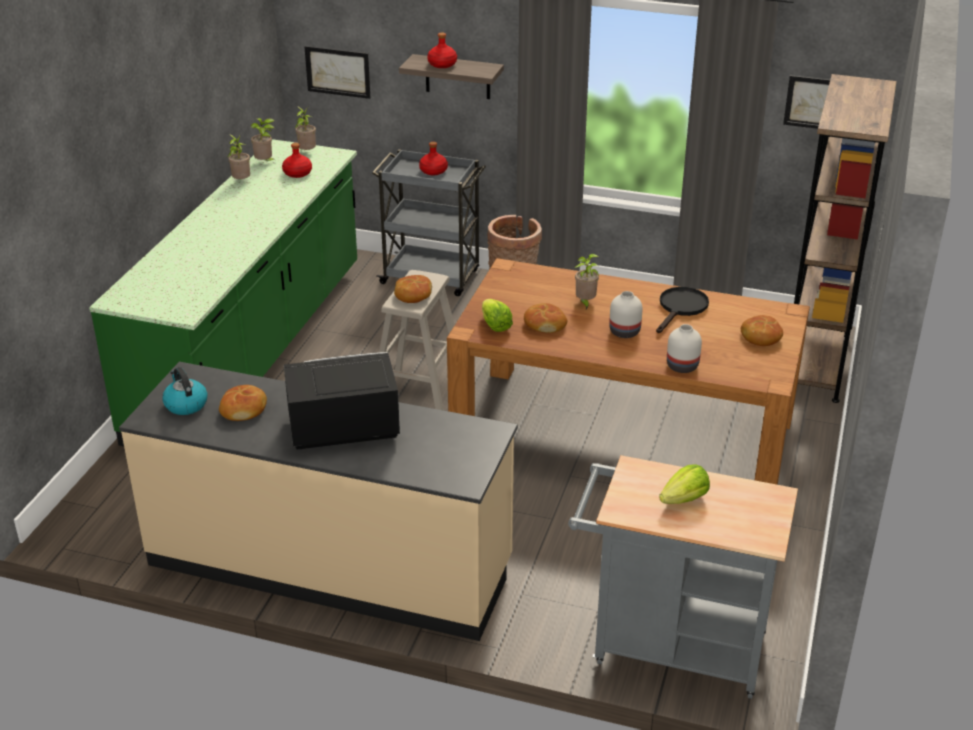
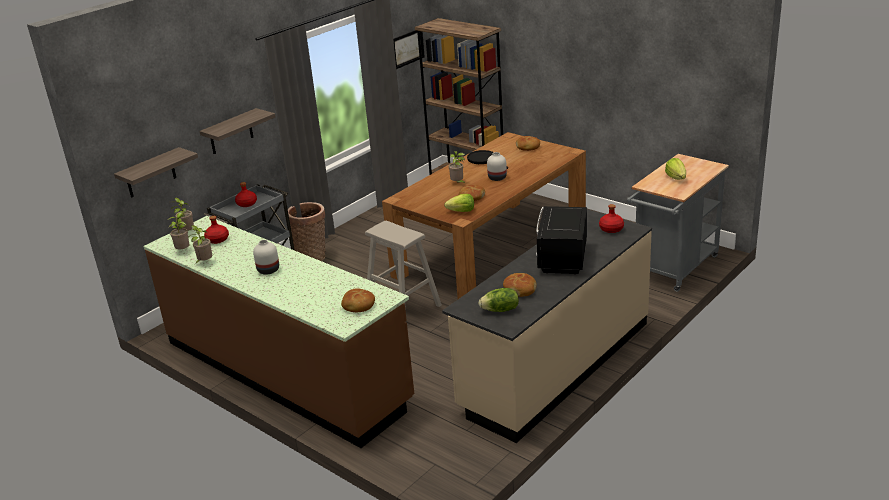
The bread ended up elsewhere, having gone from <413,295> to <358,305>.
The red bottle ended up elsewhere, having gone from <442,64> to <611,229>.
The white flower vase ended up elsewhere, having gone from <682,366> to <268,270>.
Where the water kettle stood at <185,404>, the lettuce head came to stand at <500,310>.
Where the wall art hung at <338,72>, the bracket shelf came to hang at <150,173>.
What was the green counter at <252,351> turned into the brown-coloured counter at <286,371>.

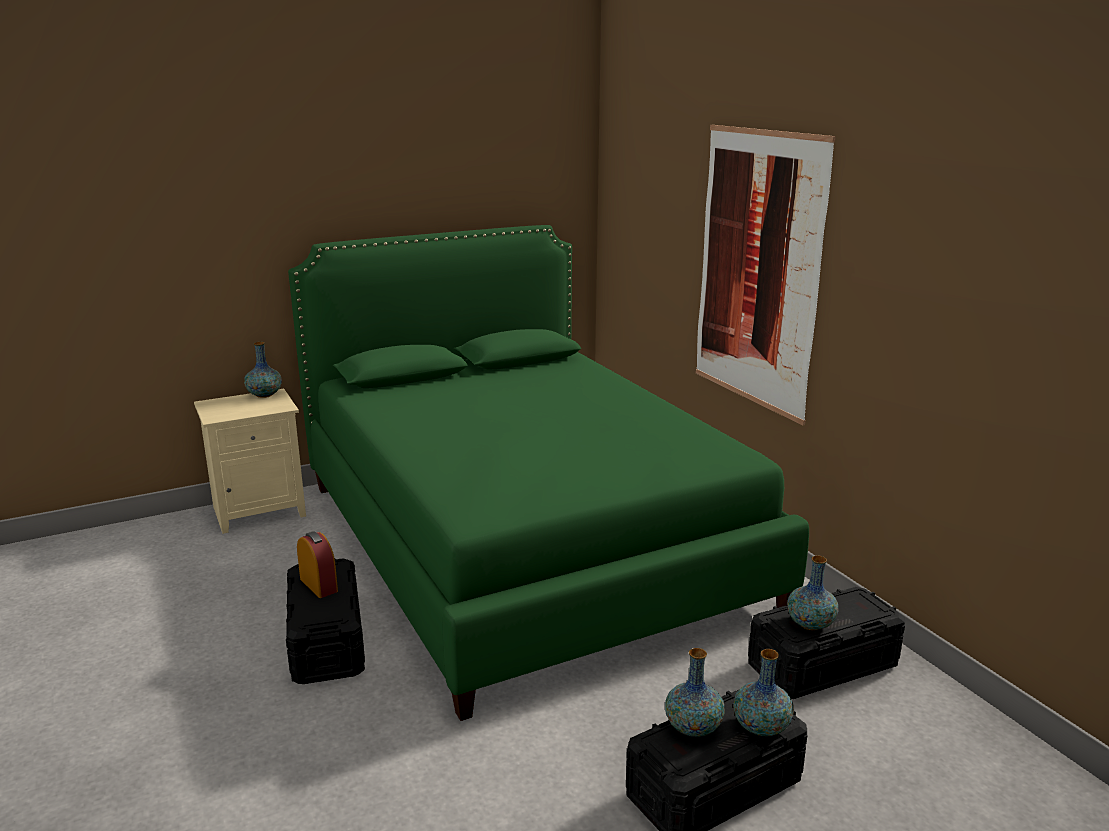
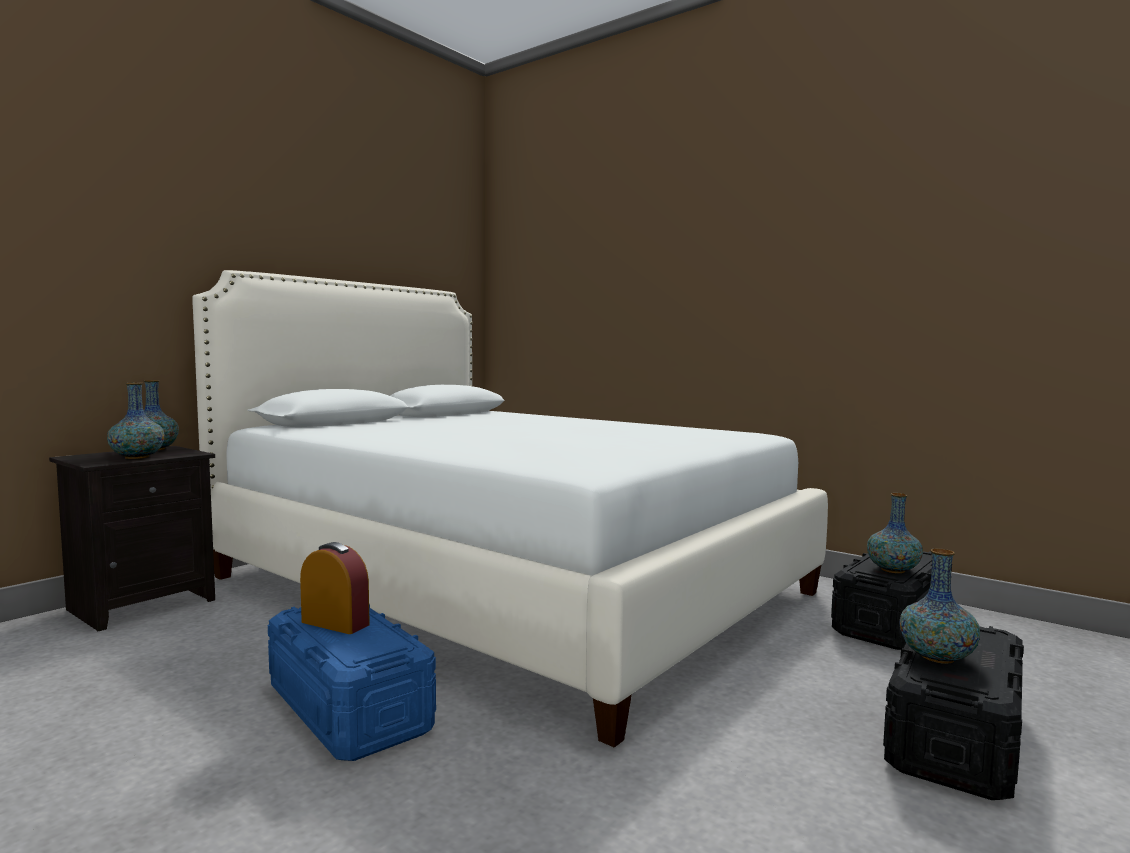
The second view lost the wall art at <757,270>.
The flower vase ended up elsewhere, having gone from <760,727> to <137,457>.
What was the beige-coloured bedside table at <260,510> turned into the blackish bedside table at <143,604>.
What was the blackish storage bin at <327,641> turned into the blue-coloured storage bin at <349,707>.
What was the green sleeping bed at <525,542> turned into the white sleeping bed at <506,584>.

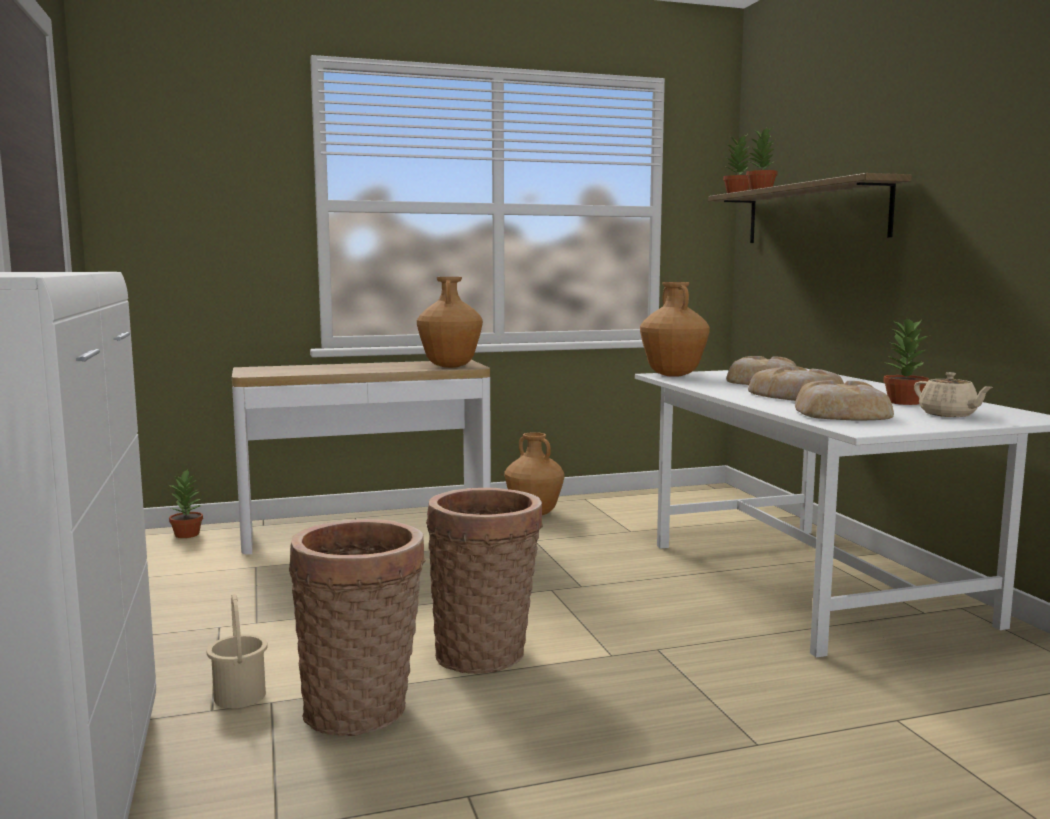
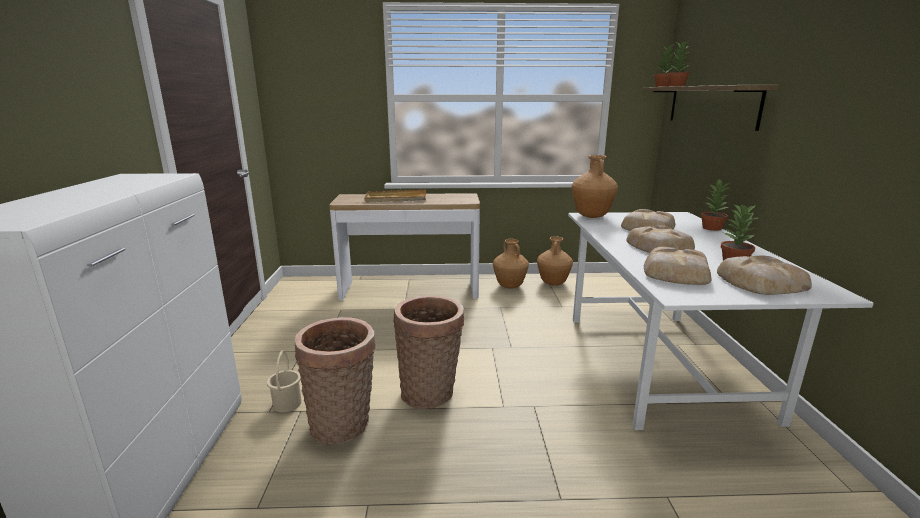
The second view gained the beige-coloured carrying tray at <396,199>.
The potted plant ended up elsewhere, having gone from <188,534> to <712,228>.
The brown-coloured flower vase ended up elsewhere, having gone from <450,366> to <553,283>.
Where the beige-coloured teapot stood at <949,415>, the bread came to stand at <758,282>.

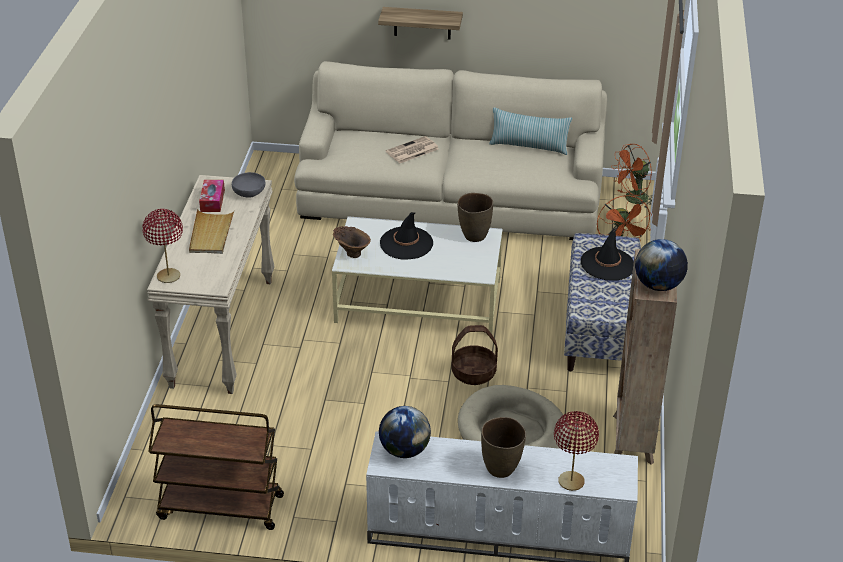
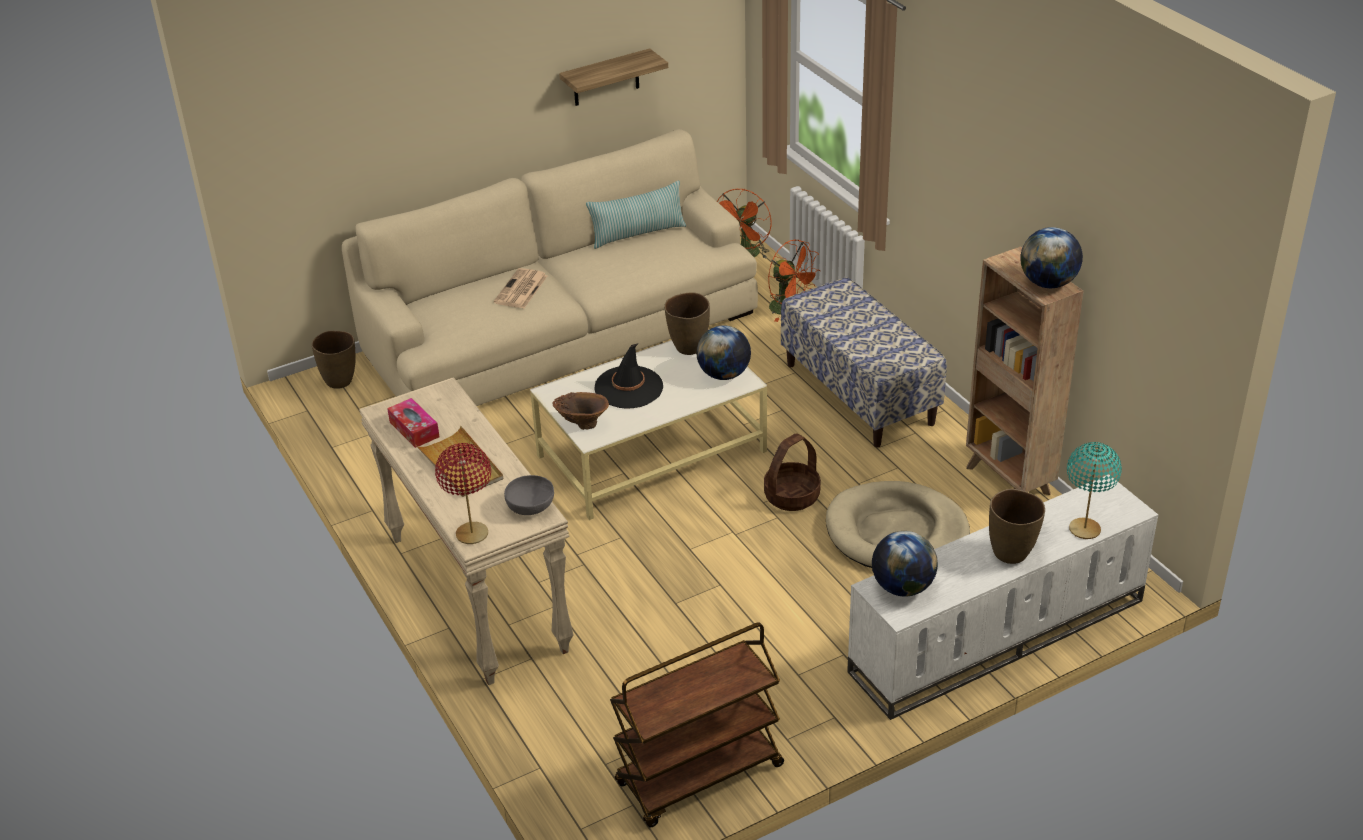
The second view lost the blackish clothing hat at <607,264>.
The second view gained the brown-coloured flower vase at <340,381>.
The second view gained the globe at <724,374>.
The gray deep dish ended up elsewhere, having gone from <249,193> to <530,506>.
The bracket shelf ended up elsewhere, having gone from <422,23> to <606,78>.
What was the red lamp for a table at <571,481> turned into the blue-green lamp for a table at <1084,529>.

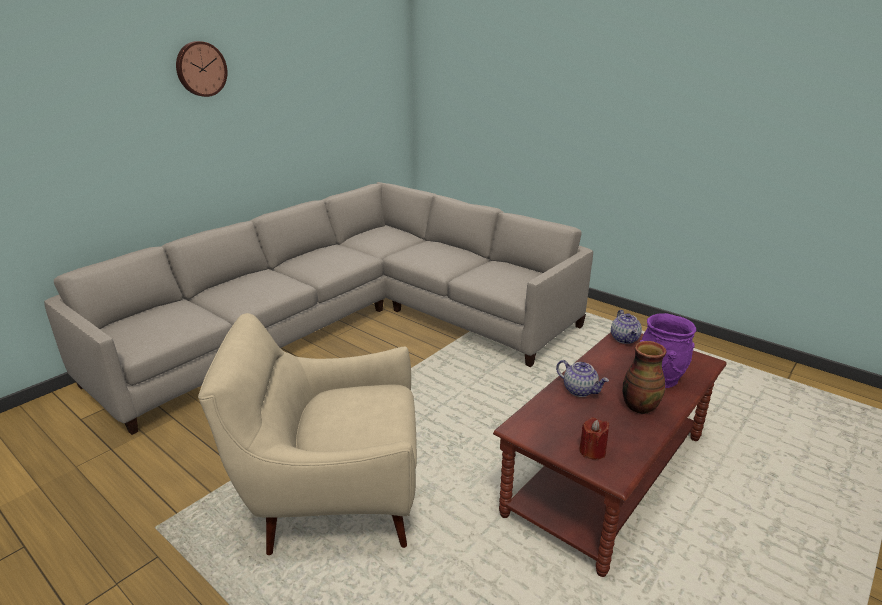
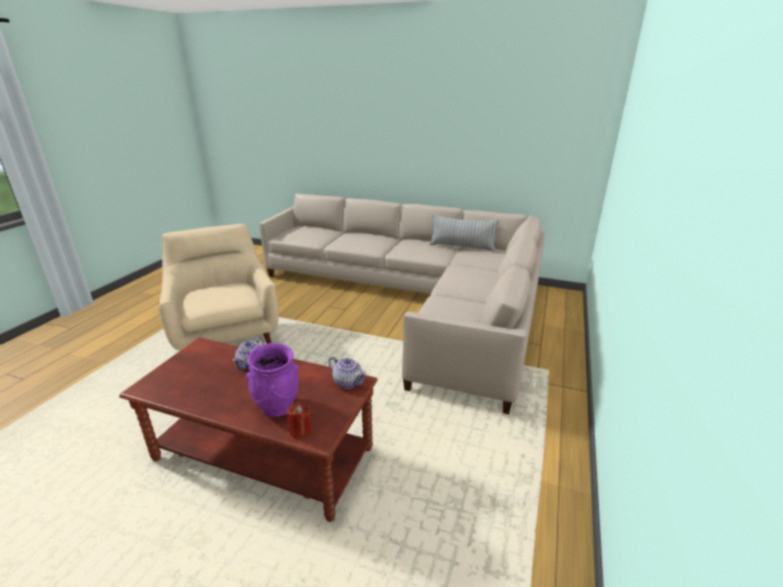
The second view lost the wall clock at <200,69>.
The second view lost the flower vase at <639,406>.
The second view gained the throw pillow at <462,246>.
The red wax candle ended up elsewhere, having gone from <592,451> to <300,430>.
The teapot at <625,339> ended up facing another way, 120 degrees counterclockwise from before.

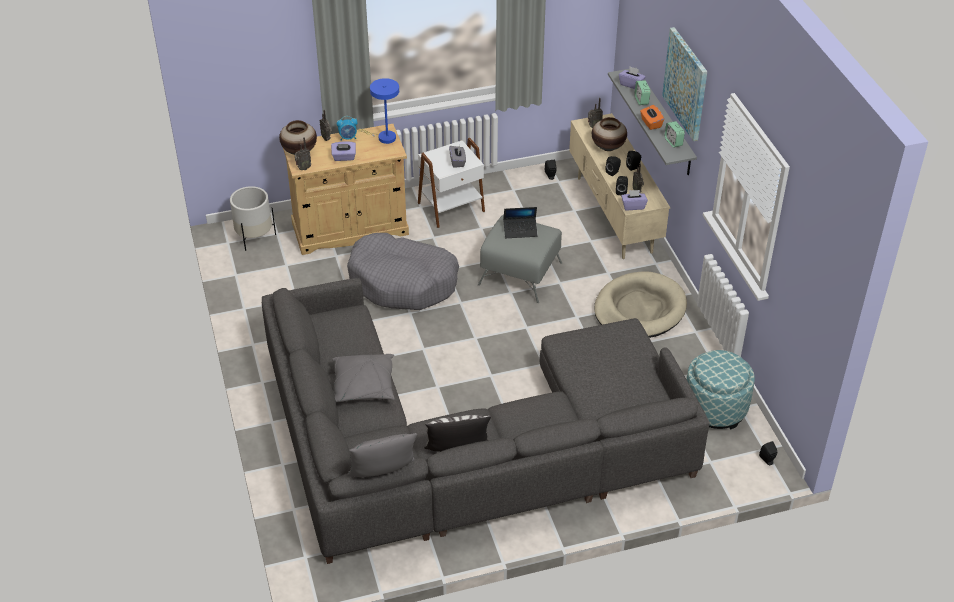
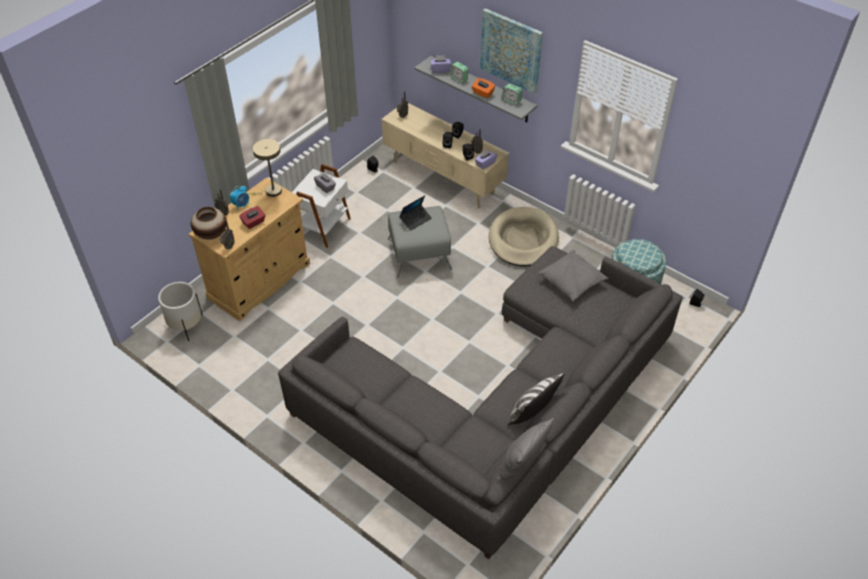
The second view lost the gray pet bed at <403,282>.
The second view lost the flower vase at <608,147>.
The gray throw pillow ended up elsewhere, having gone from <364,386> to <572,282>.
What was the purplish box of tissues at <344,157> turned into the red box of tissues at <254,222>.
What was the blue-coloured lamp for a table at <384,137> turned into the beige-coloured lamp for a table at <270,192>.

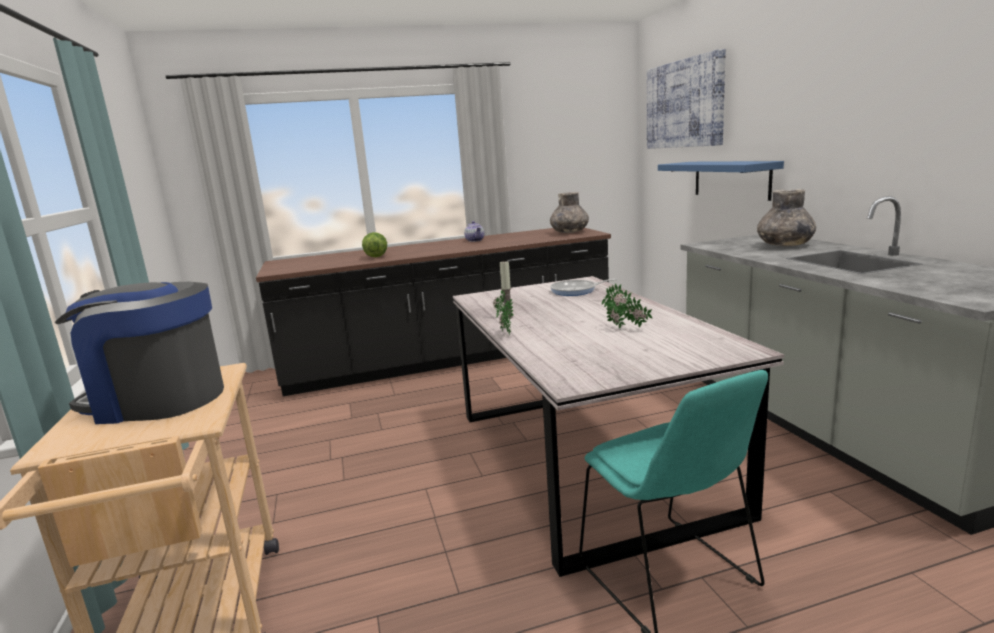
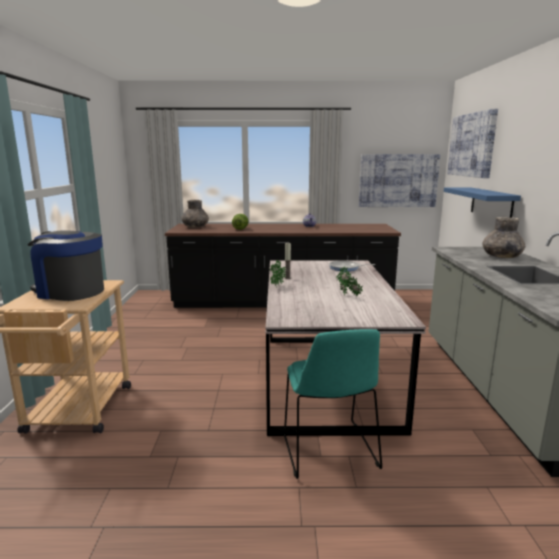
The second view gained the wall art at <398,180>.
The gray flower vase ended up elsewhere, having gone from <569,232> to <195,227>.

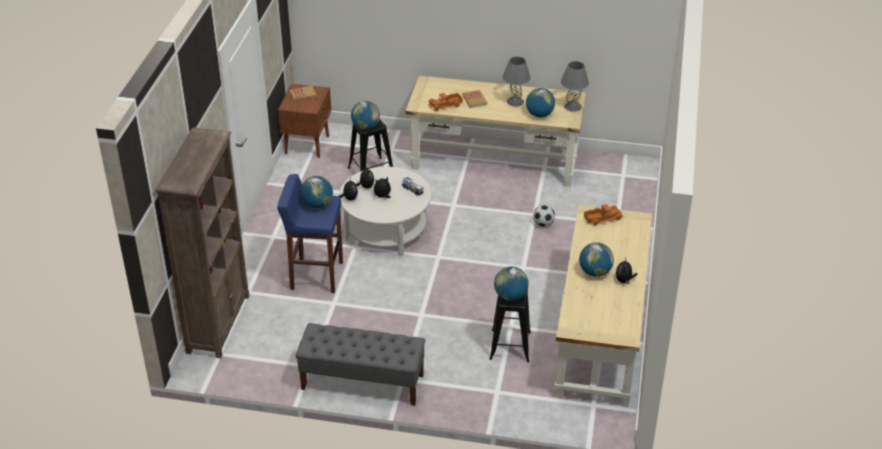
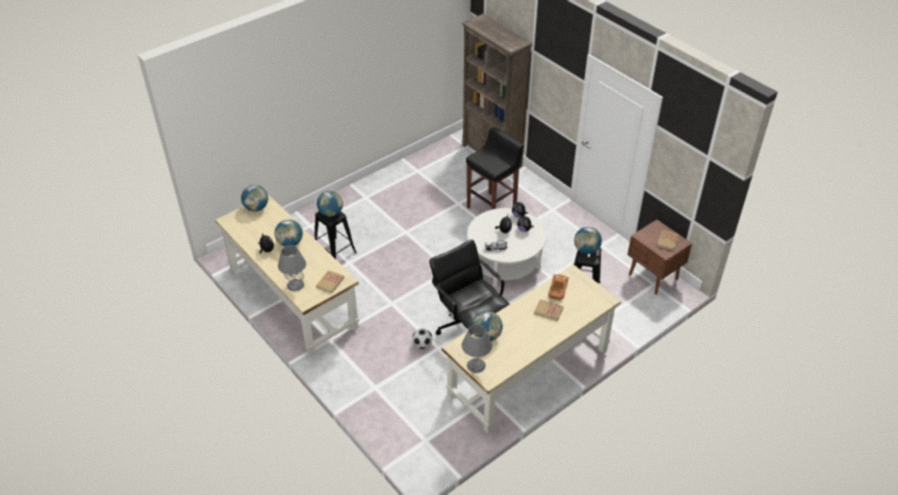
The second view lost the gray long seat at <362,382>.
The second view gained the blackish computer chair at <468,326>.
The globe ended up elsewhere, having gone from <317,204> to <256,208>.
The gray lamp for a table ended up elsewhere, having gone from <515,101> to <295,285>.
Where the model truck stood at <602,218>, the book came to stand at <330,282>.
What was the blue-coloured stool at <315,275> turned into the blackish stool at <492,208>.

